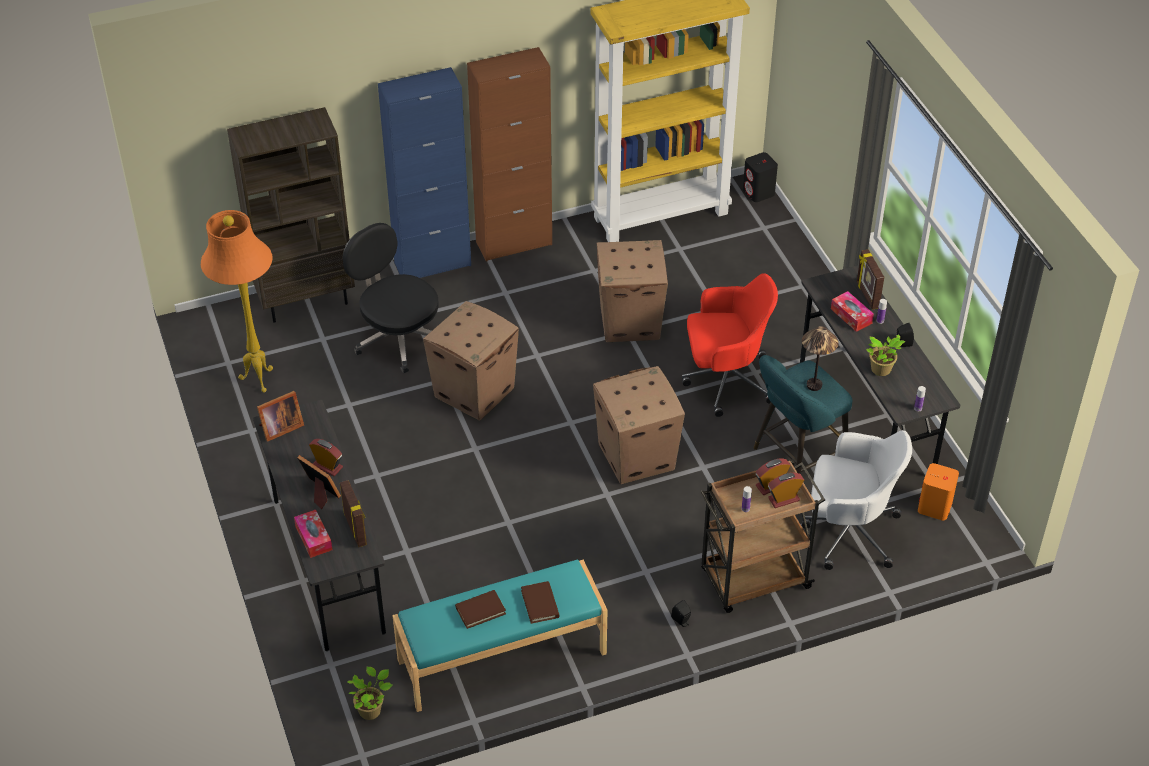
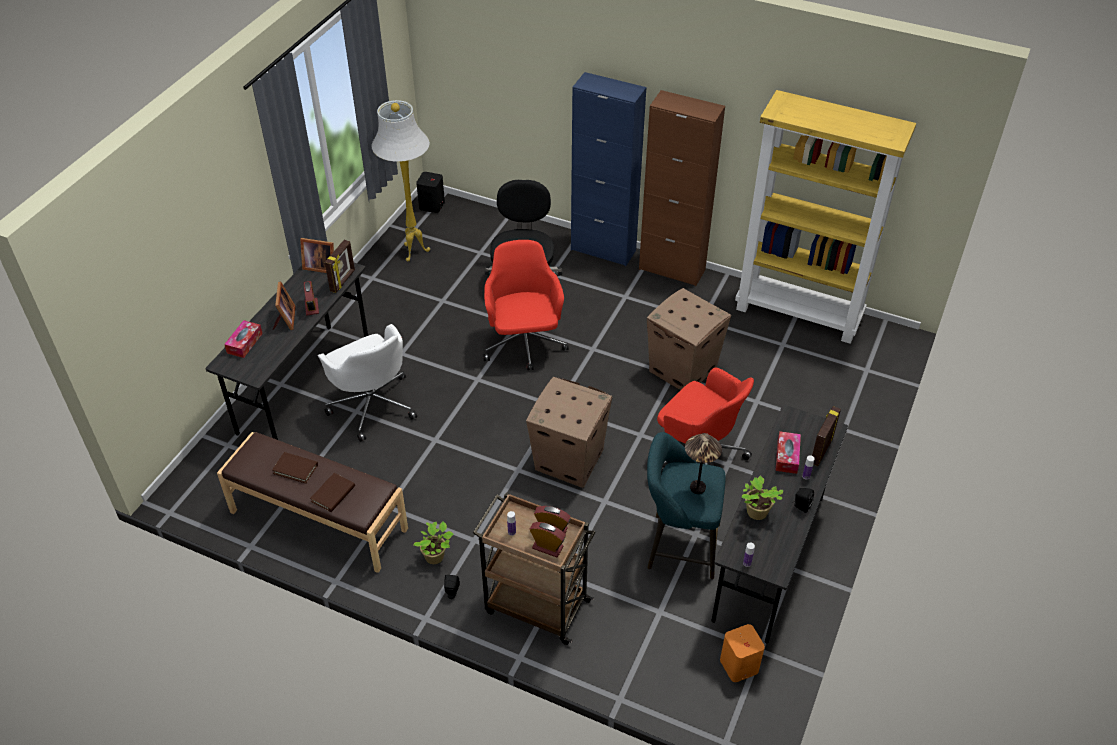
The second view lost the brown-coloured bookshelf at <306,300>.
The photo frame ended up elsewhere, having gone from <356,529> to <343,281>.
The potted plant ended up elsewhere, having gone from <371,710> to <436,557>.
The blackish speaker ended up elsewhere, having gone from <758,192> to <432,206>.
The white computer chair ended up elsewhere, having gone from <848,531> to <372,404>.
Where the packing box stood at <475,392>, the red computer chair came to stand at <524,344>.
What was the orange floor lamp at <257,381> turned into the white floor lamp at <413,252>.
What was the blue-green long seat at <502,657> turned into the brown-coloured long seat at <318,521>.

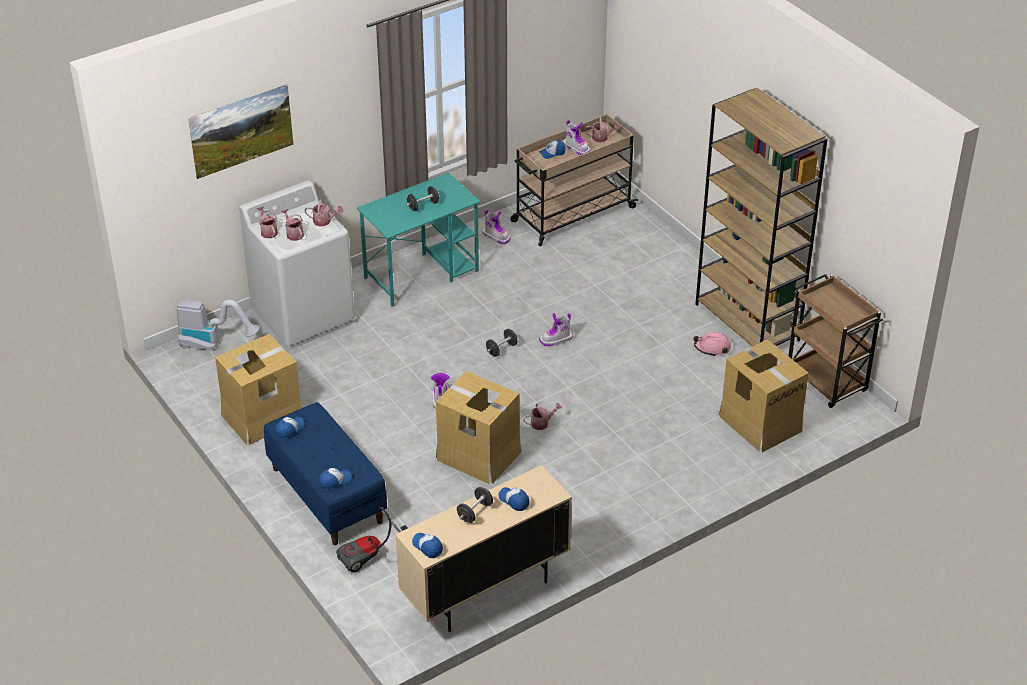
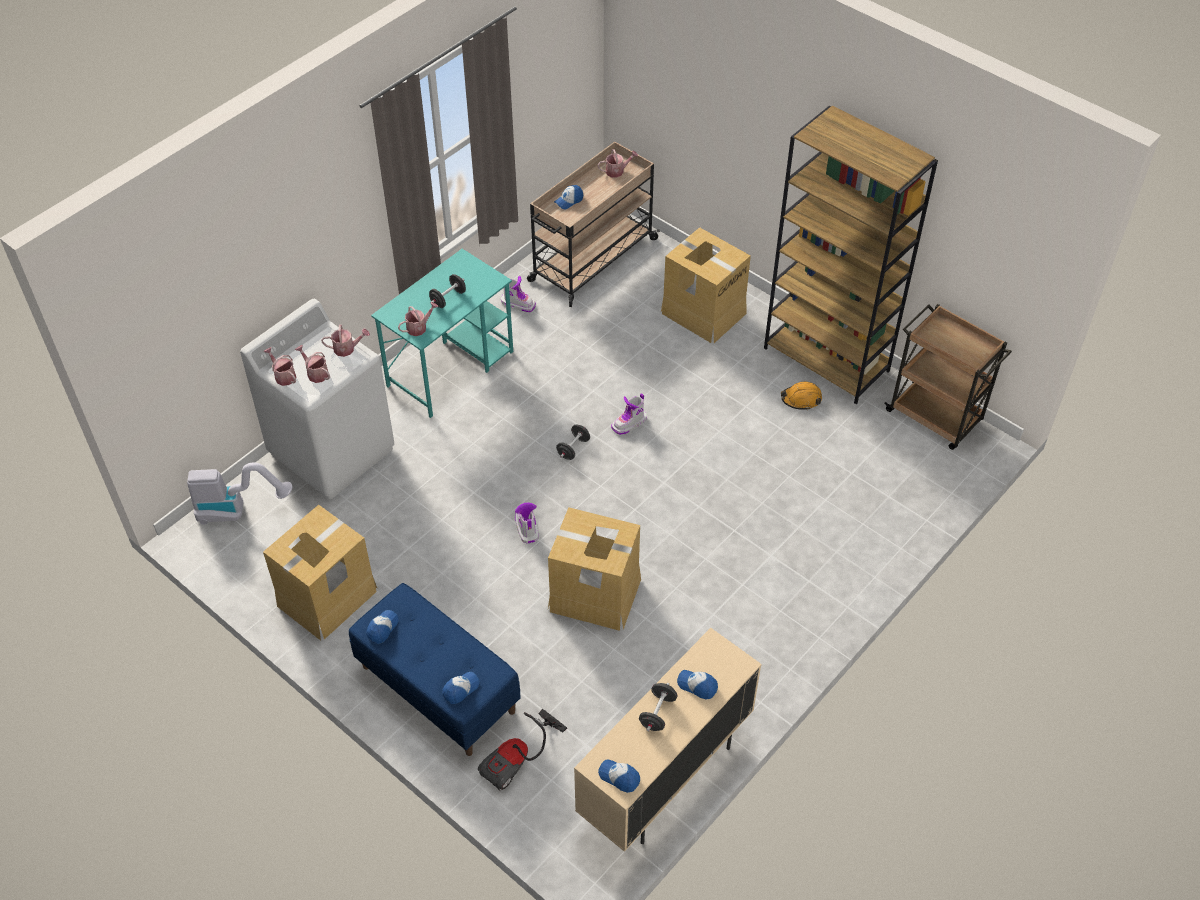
The second view lost the wall art at <243,146>.
The second view lost the boot at <576,148>.
The watering can ended up elsewhere, having gone from <542,423> to <419,327>.
The packing box ended up elsewhere, having gone from <760,422> to <703,312>.
What was the pink-coloured safety helmet at <712,348> turned into the orange safety helmet at <801,399>.

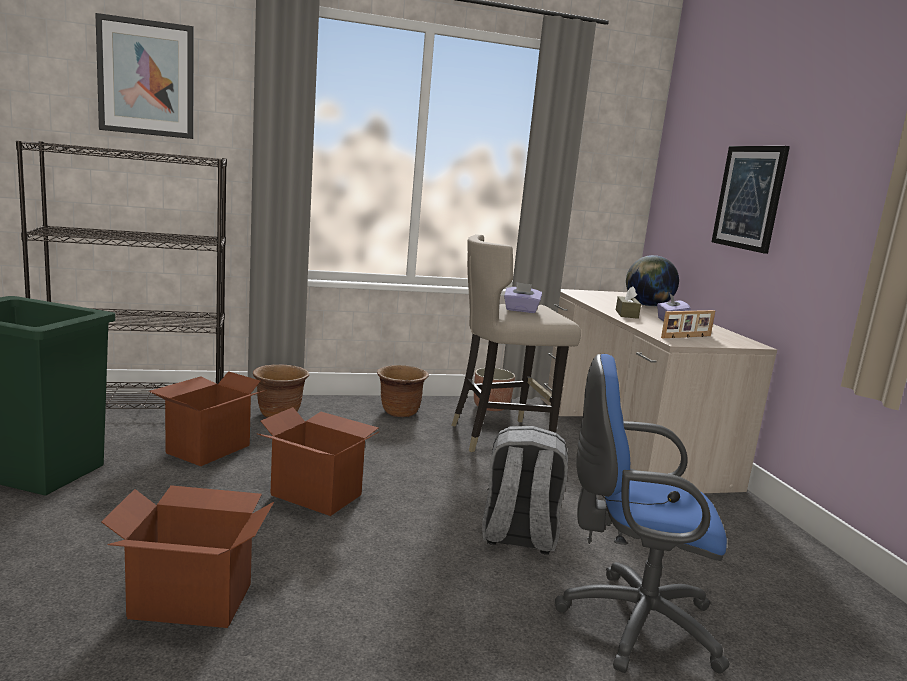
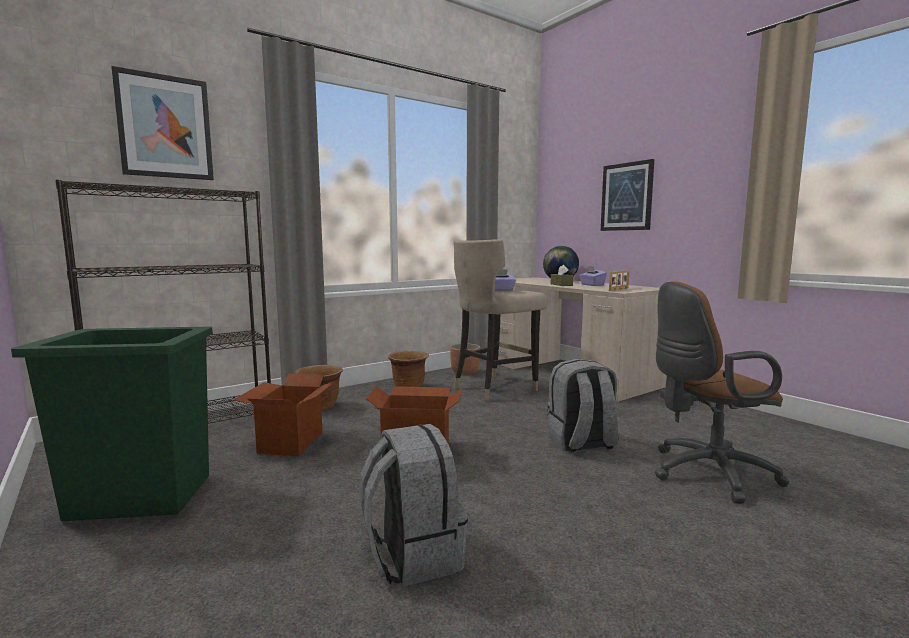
Where the packing box stood at <191,600>, the gray backpack came to stand at <412,555>.
What was the blue-coloured computer chair at <630,622> turned into the brown-coloured computer chair at <705,473>.

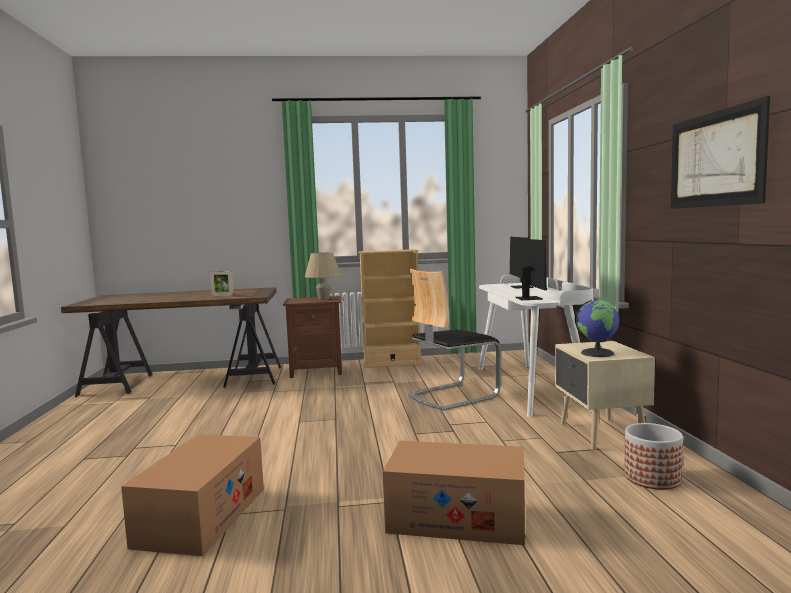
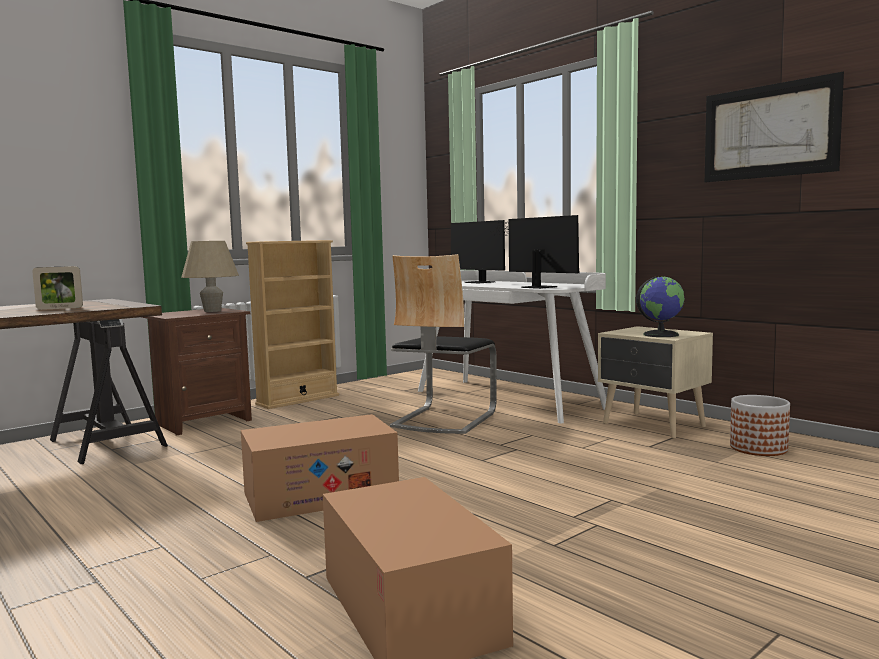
The packing box ended up elsewhere, having gone from <457,517> to <320,495>.

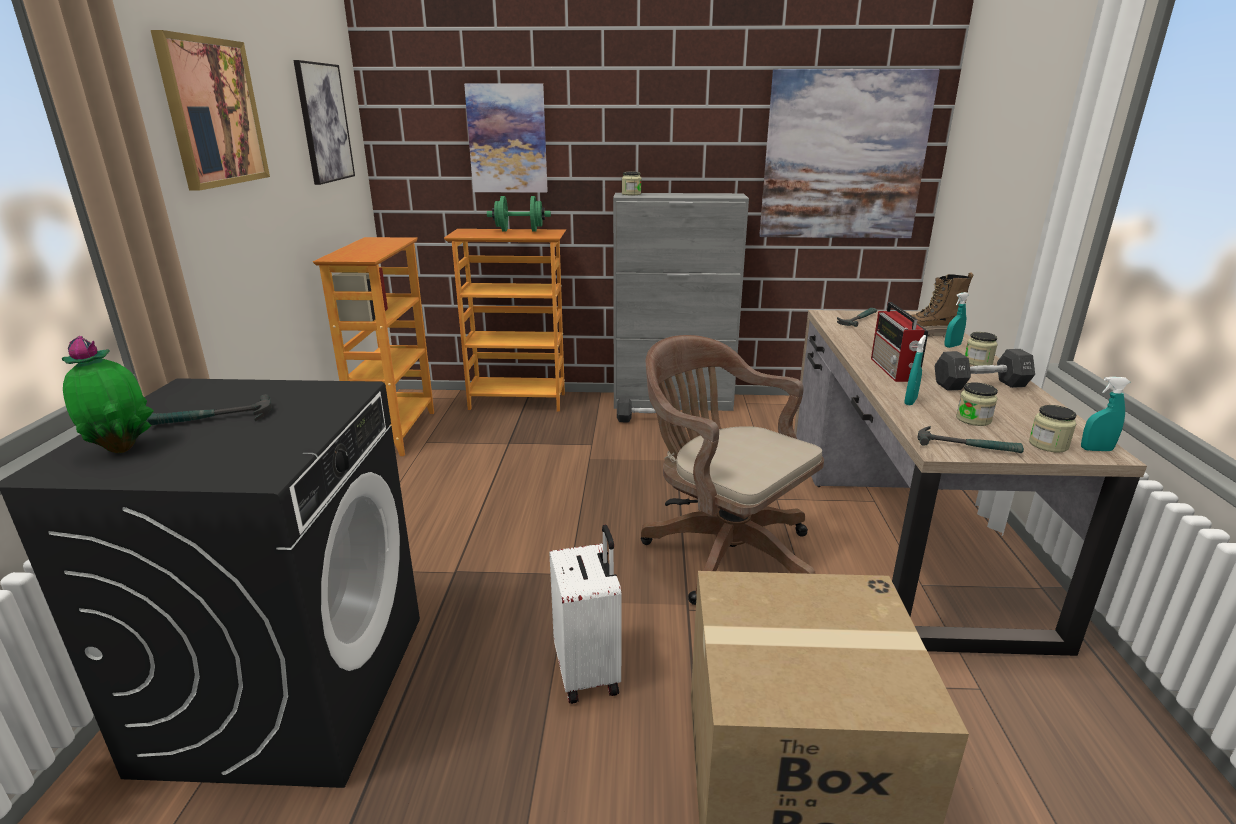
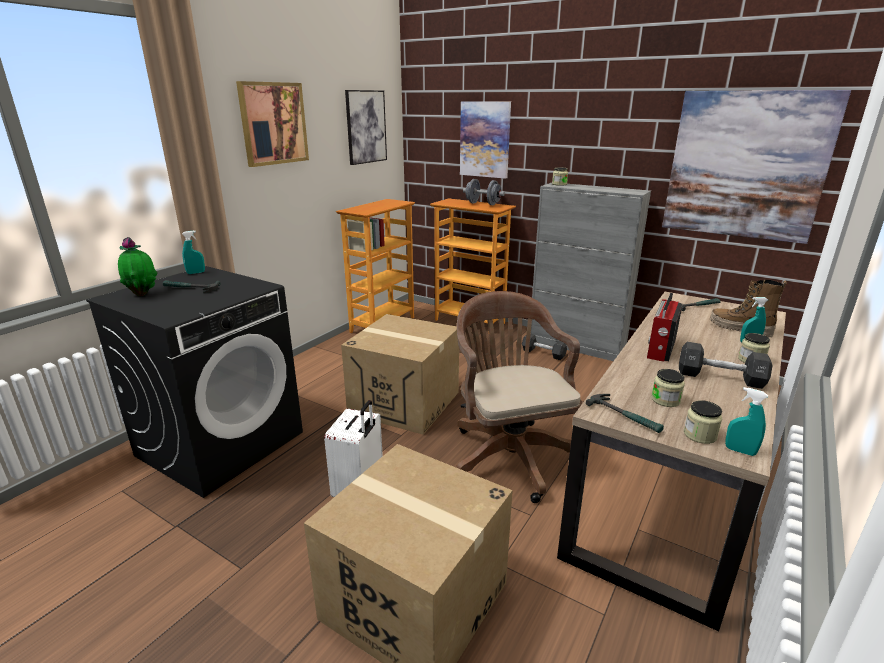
The second view gained the packing box at <405,402>.
The blue-green hand sprayer ended up elsewhere, having gone from <910,401> to <196,273>.
What was the green free weight at <519,231> turned into the gray free weight at <483,204>.

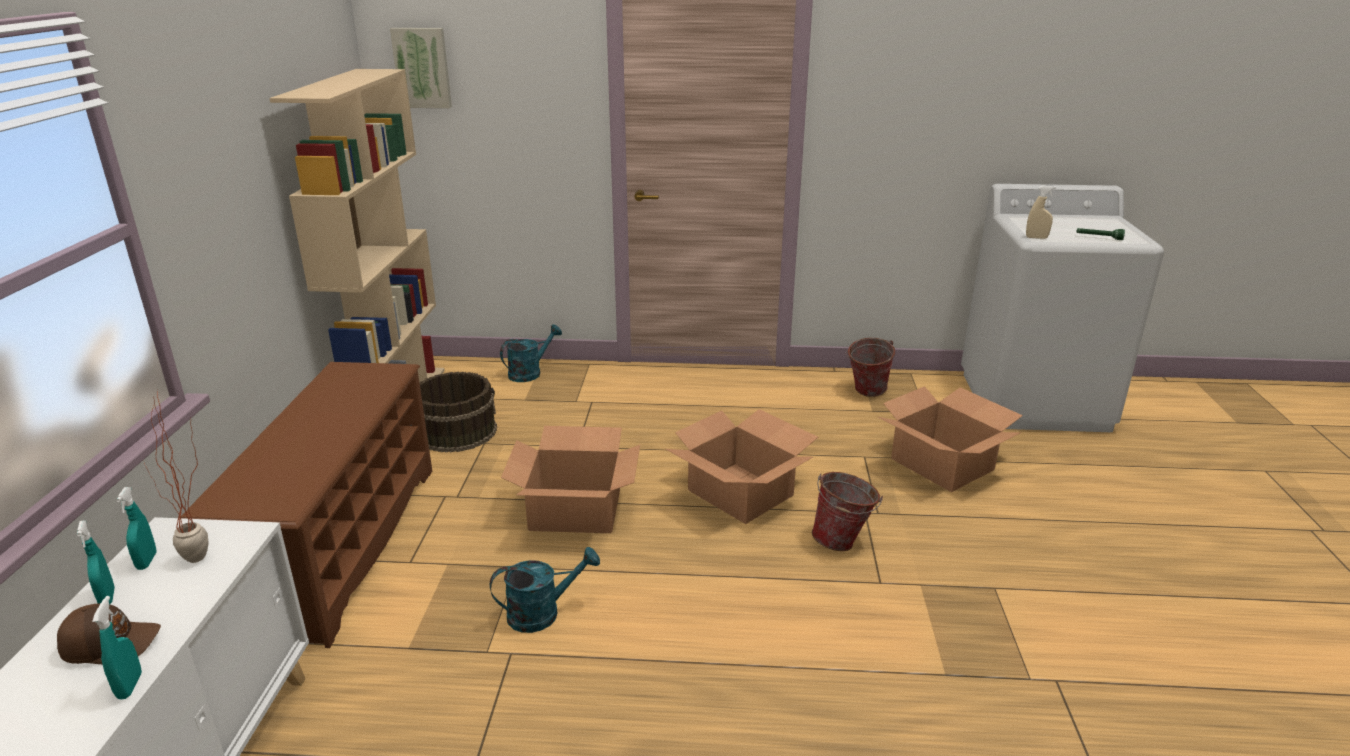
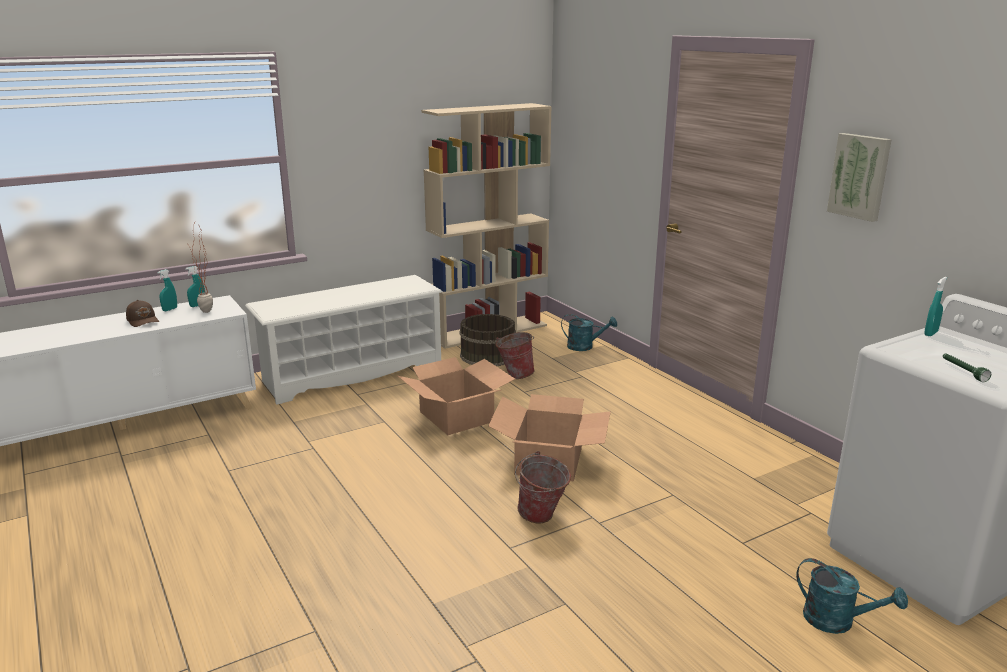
The second view lost the packing box at <942,464>.
The second view lost the beige-coloured hand sprayer at <1036,237>.
The blue-green hand sprayer ended up elsewhere, having gone from <130,686> to <931,333>.
The wall art ended up elsewhere, having gone from <422,68> to <860,176>.
The blue-green watering can ended up elsewhere, having gone from <543,613> to <837,621>.
The bucket ended up elsewhere, having gone from <865,392> to <514,375>.
What was the brown-coloured shoe stand at <341,544> turned into the white shoe stand at <352,373>.

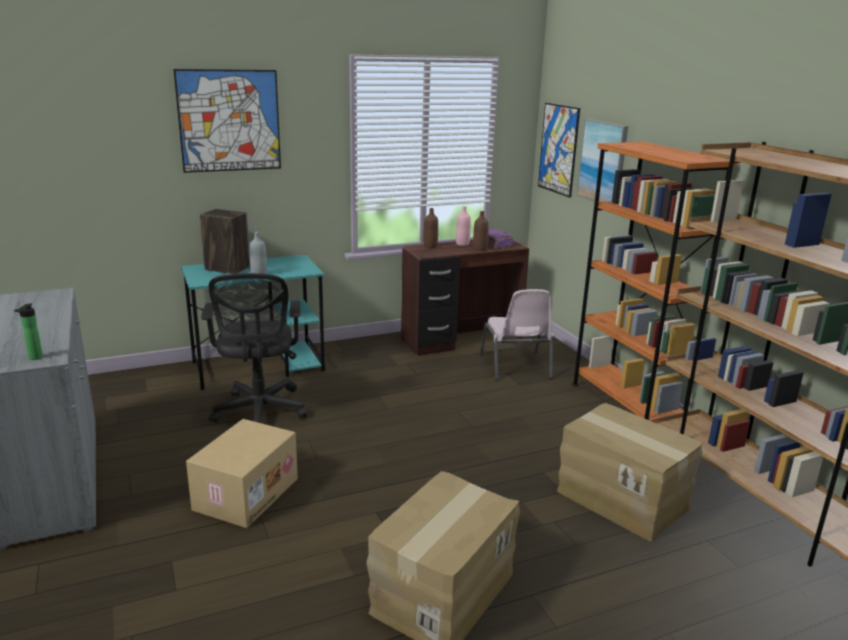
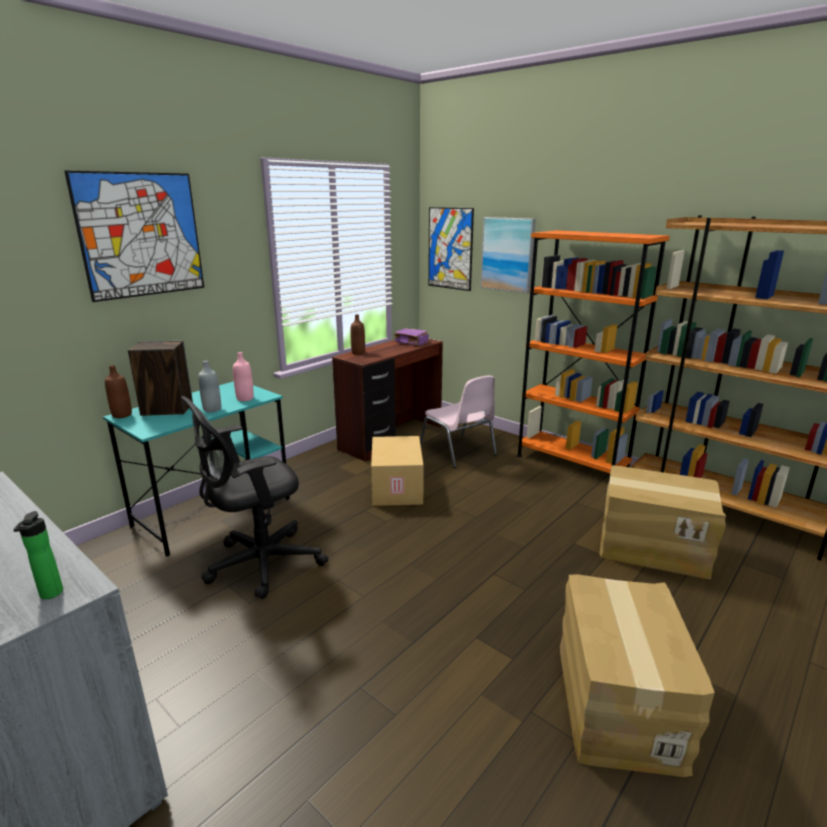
The packing box ended up elsewhere, having gone from <245,493> to <395,487>.
The pink-coloured bottle ended up elsewhere, having gone from <462,244> to <245,398>.
The brown-coloured bottle ended up elsewhere, having gone from <479,249> to <122,415>.
The blackish computer chair at <260,413> ended up facing another way, 90 degrees clockwise from before.

